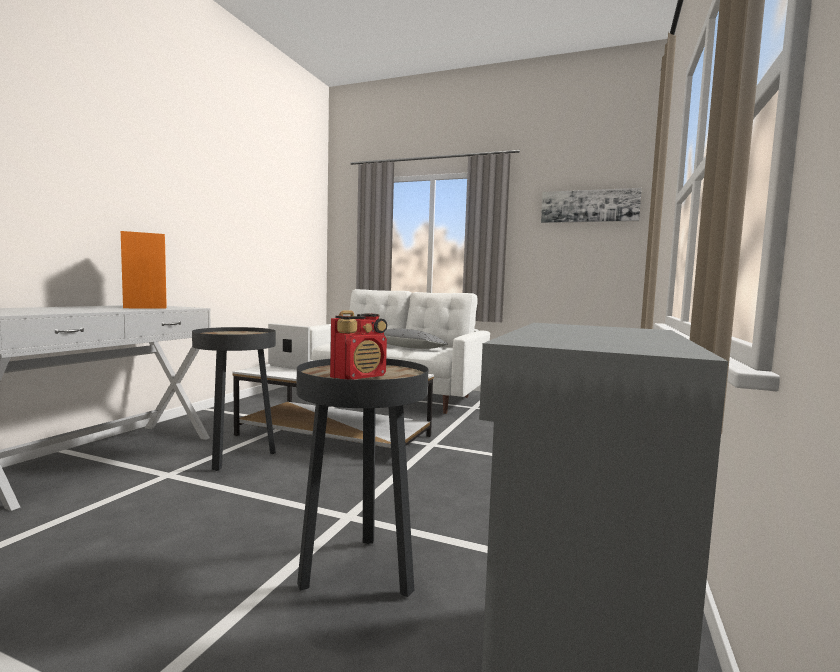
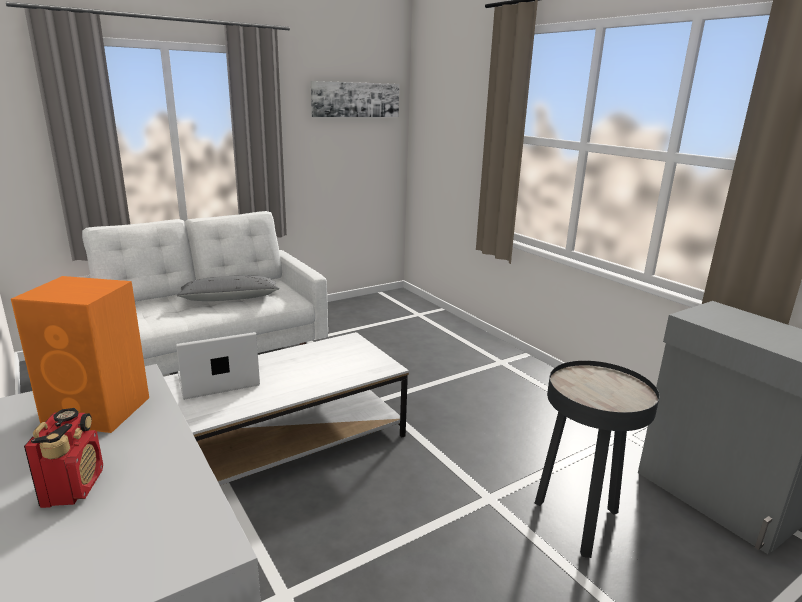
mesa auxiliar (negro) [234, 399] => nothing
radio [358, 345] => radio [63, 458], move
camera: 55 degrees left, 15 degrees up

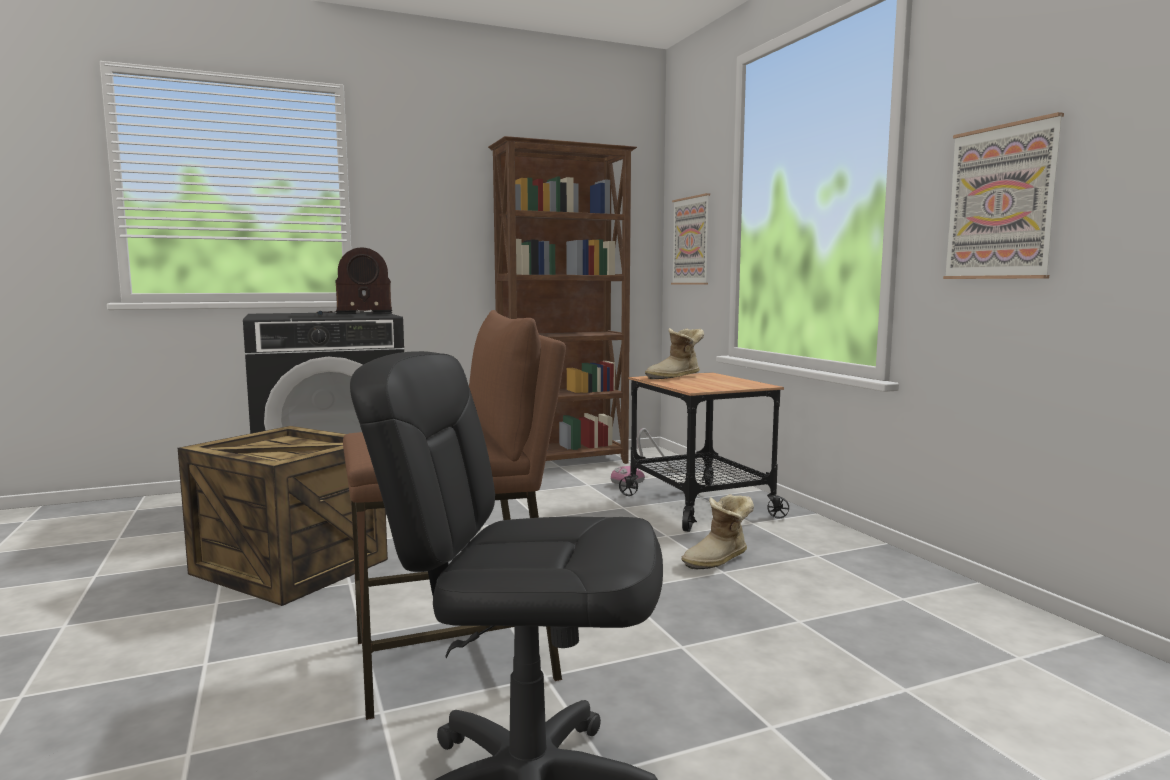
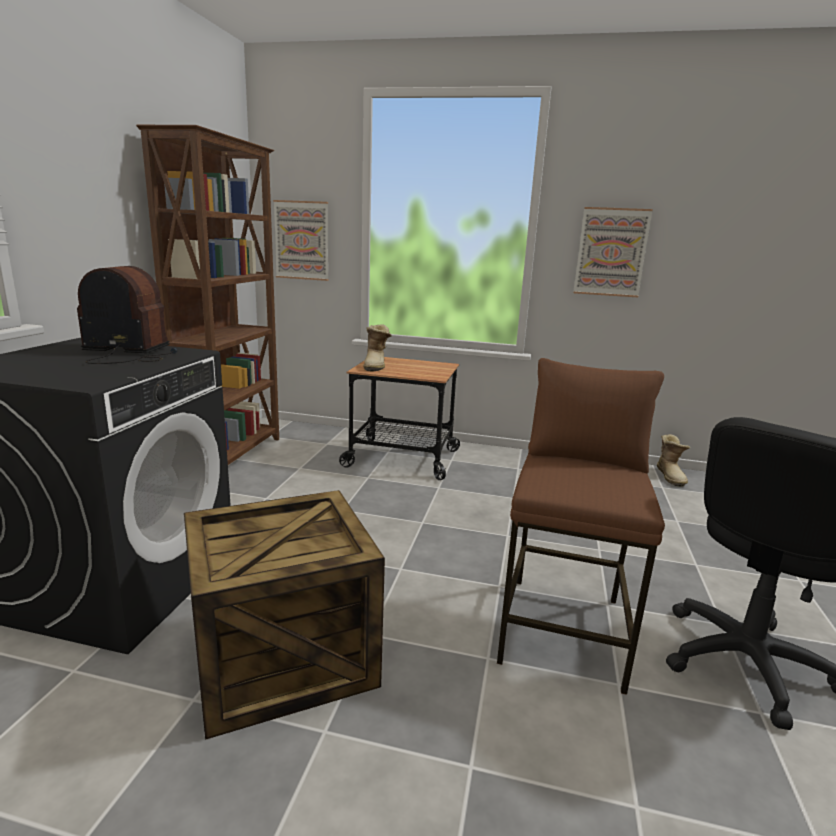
radio [354, 282] => radio [127, 315], 105 degrees counterclockwise
aspiradora [646, 456] => nothing
bota [717, 532] => bota [673, 460], move
camera: 55 degrees left, 10 degrees up

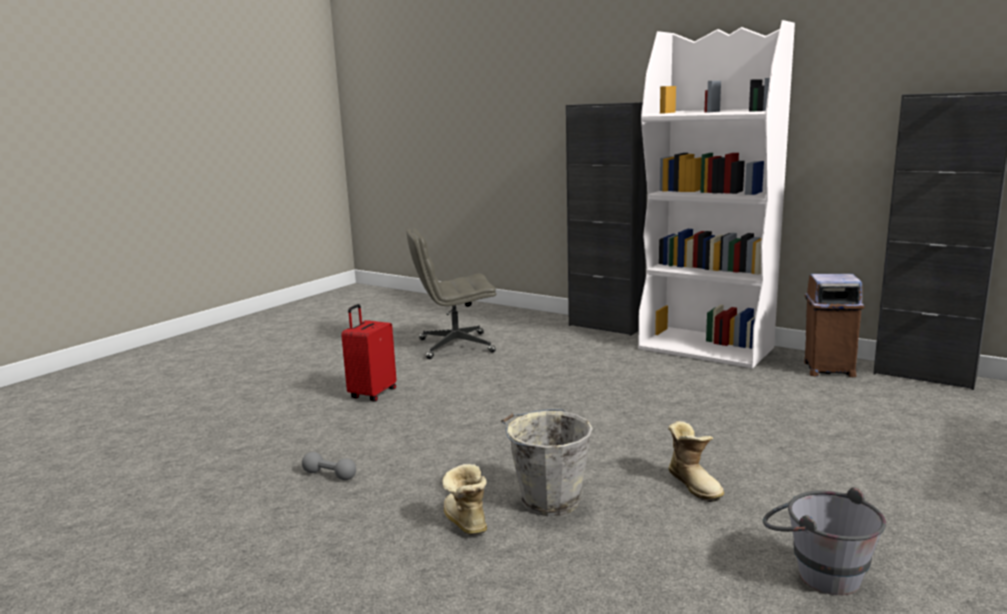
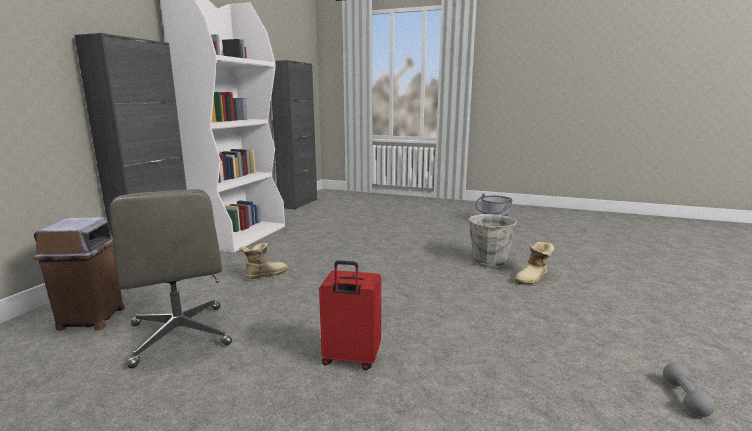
mancuerna (gris) [329, 466] => mancuerna (gris) [689, 390], move
bota [696, 461] => bota [263, 261], move
papelera (marrón) [834, 325] => papelera (marrón) [79, 274], move
camera: 105 degrees left, 0 degrees up

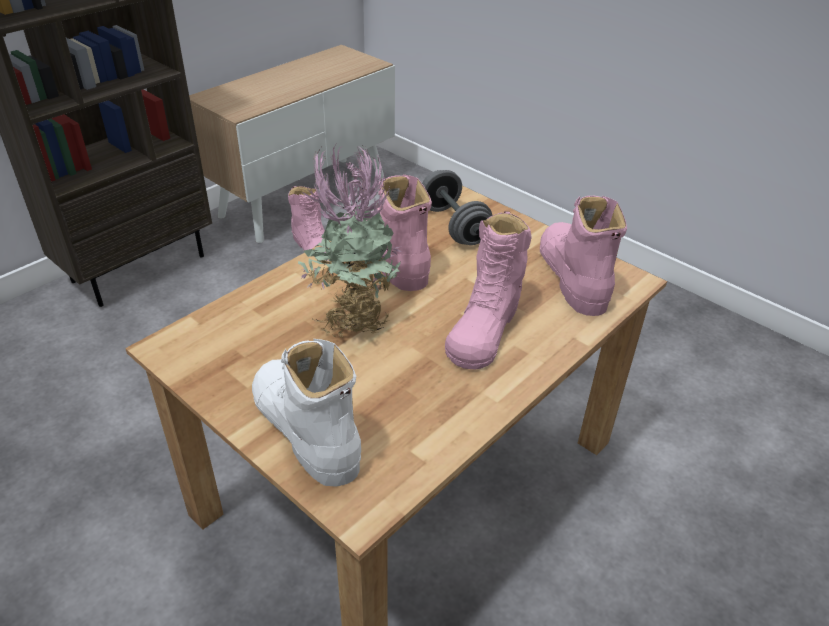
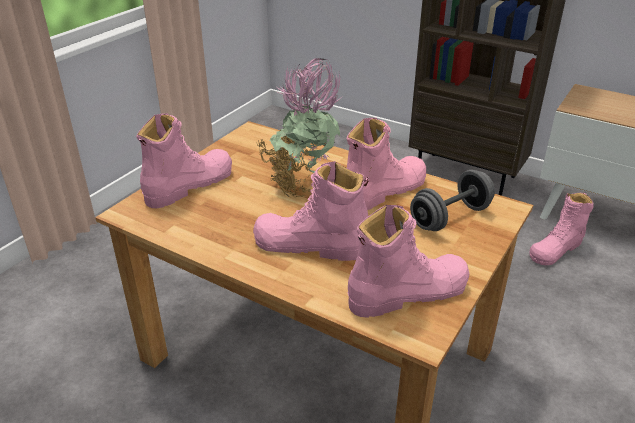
bota (blanco) [306, 413] => bota (rosa) [184, 160]
camera: 80 degrees right, 5 degrees down

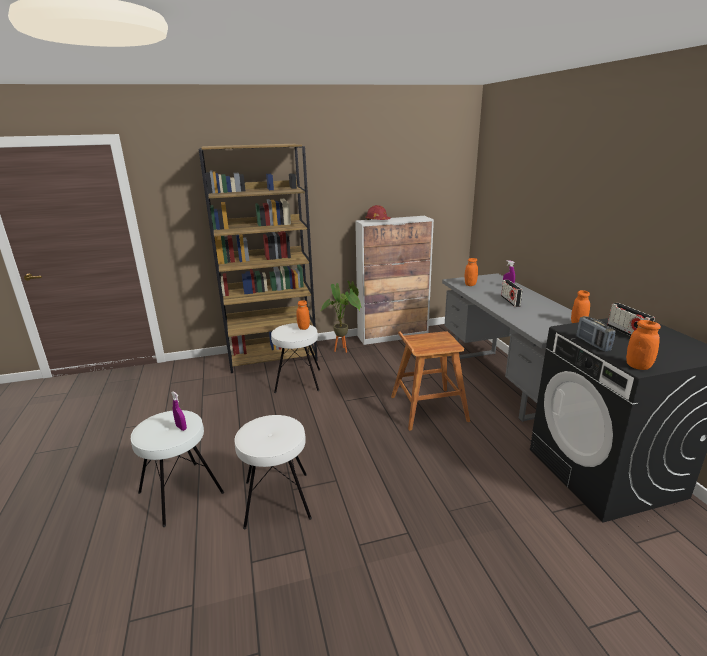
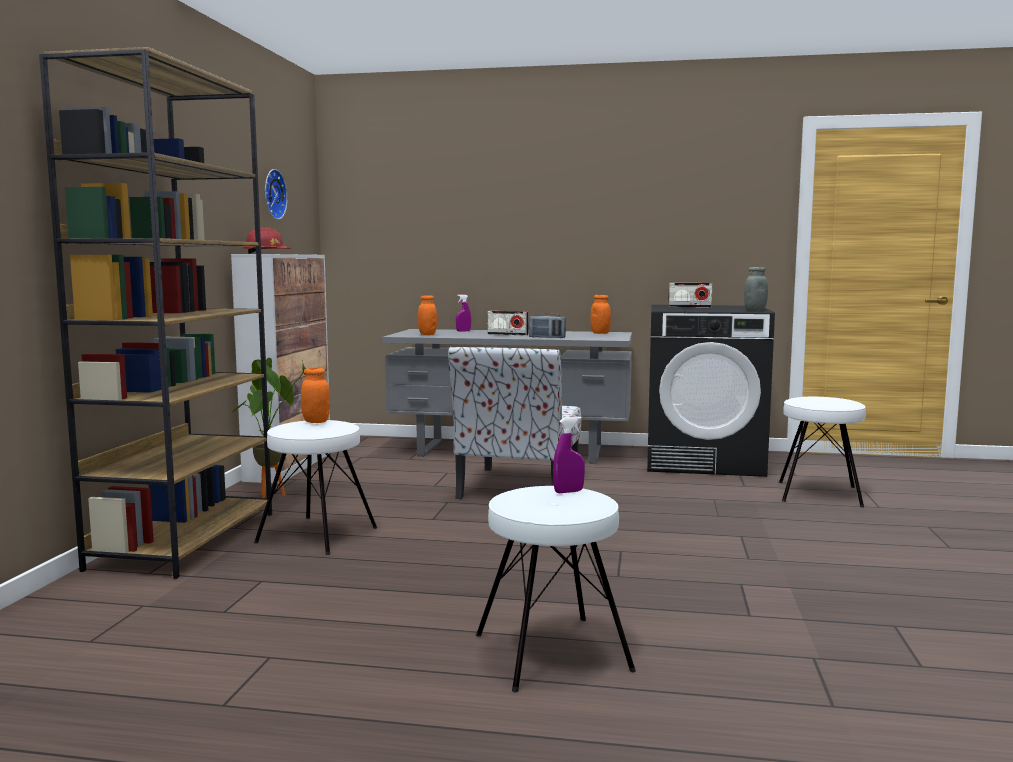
taburete (blanco) [273, 472] => taburete (blanco) [822, 452], move
taburete (marrón) [430, 381] => silla [514, 423]
radio [596, 334] => radio [547, 325], move
tarro (naranja) [643, 345] => tarro (gris) [756, 289]
nothing => reloj de pared [276, 194]
camera: 65 degrees left, 15 degrees down

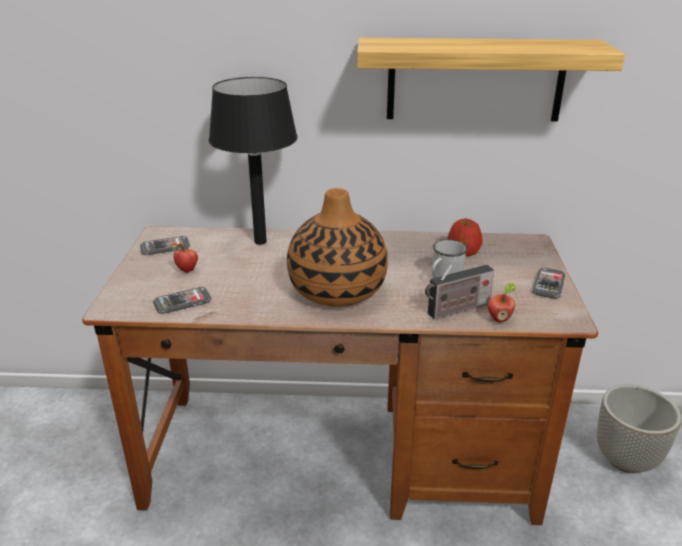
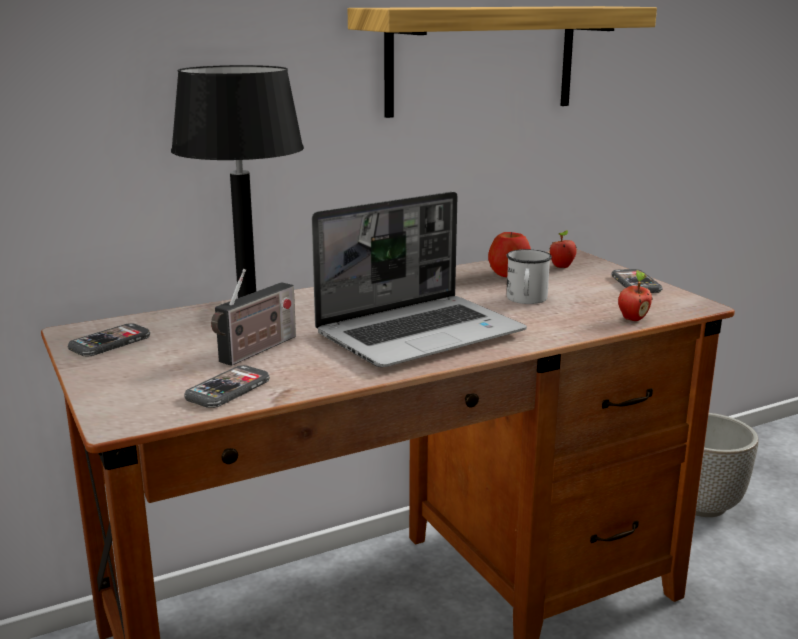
manzana [185, 258] => manzana [563, 249], move
florero [337, 247] => portátil [419, 279]
radio [459, 288] => radio [253, 317], move
camera: 30 degrees left, 10 degrees down

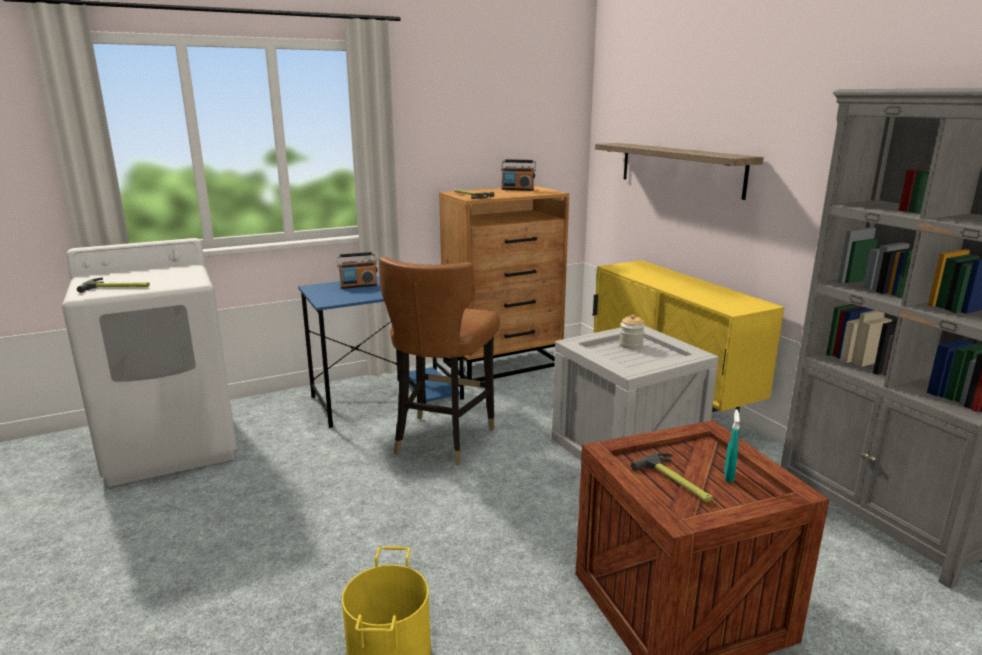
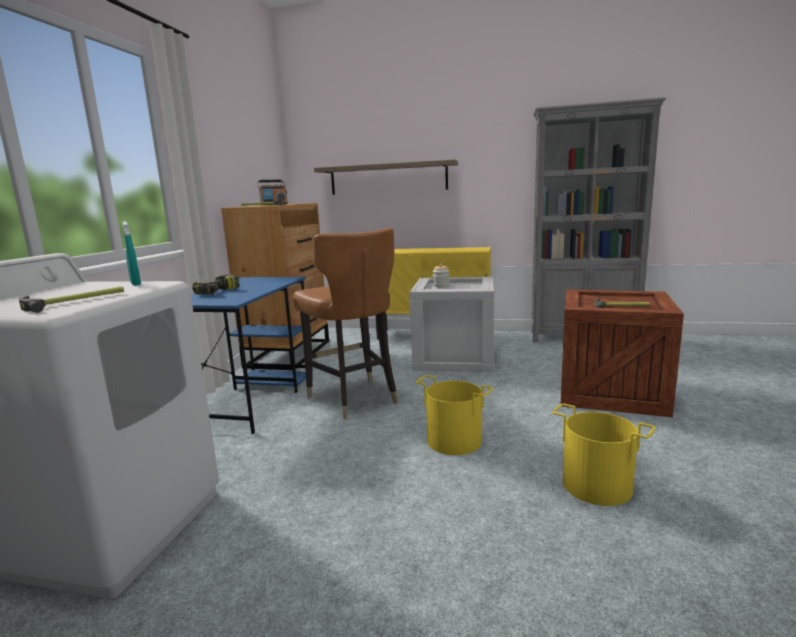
radio [356, 270] => taladro [216, 284]
pulverizador (turquesa) [732, 445] => pulverizador (turquesa) [131, 253], move
nothing => cubo (amarillo) [454, 415]
camera: 50 degrees left, 5 degrees down

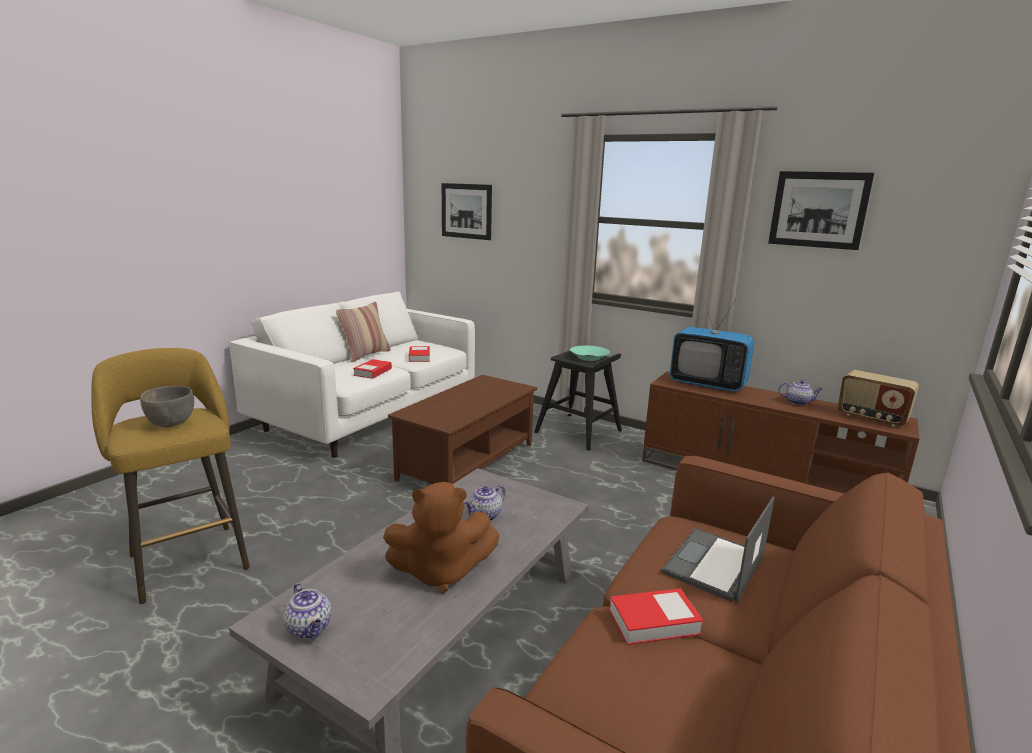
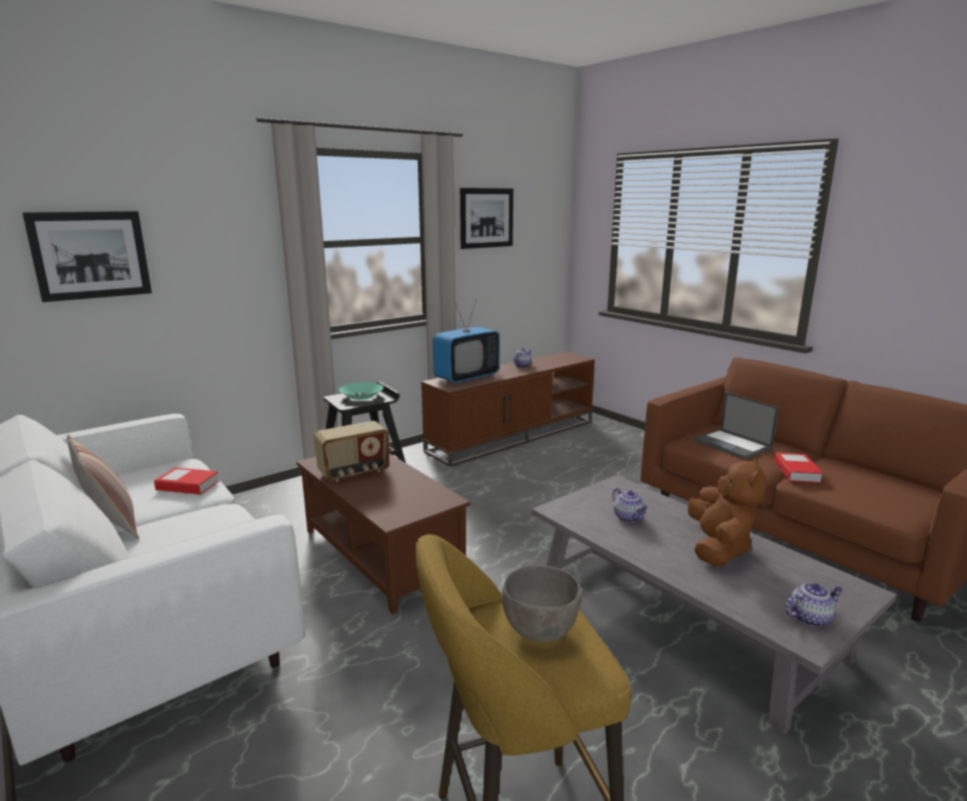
libro [372, 369] => nothing
radio [878, 398] => radio [351, 451], move
camera: 70 degrees left, 0 degrees up

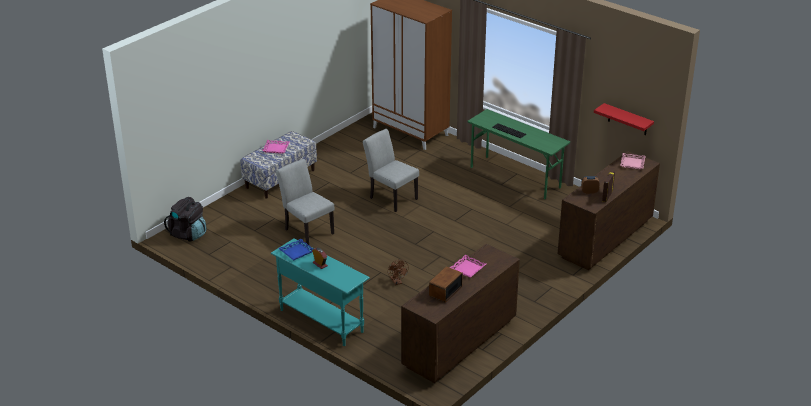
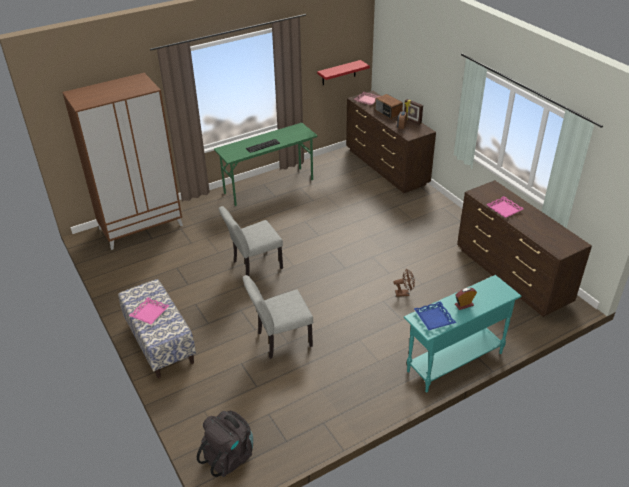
radio [446, 284] => radio [389, 106], move
camera: 70 degrees left, 5 degrees up

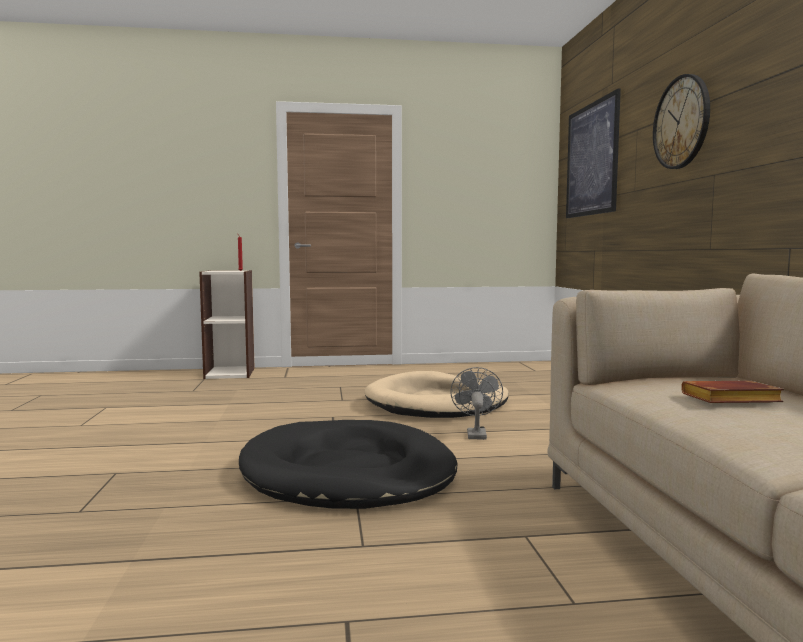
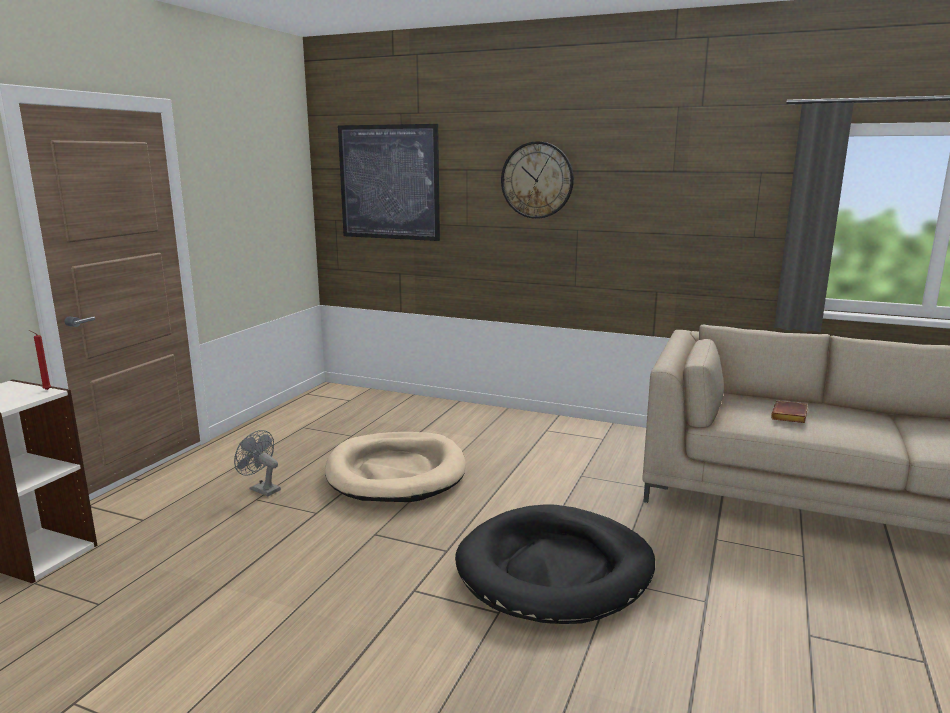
ventilador (gris) [476, 403] => ventilador (gris) [257, 463], move
camera: 60 degrees left, 10 degrees up

